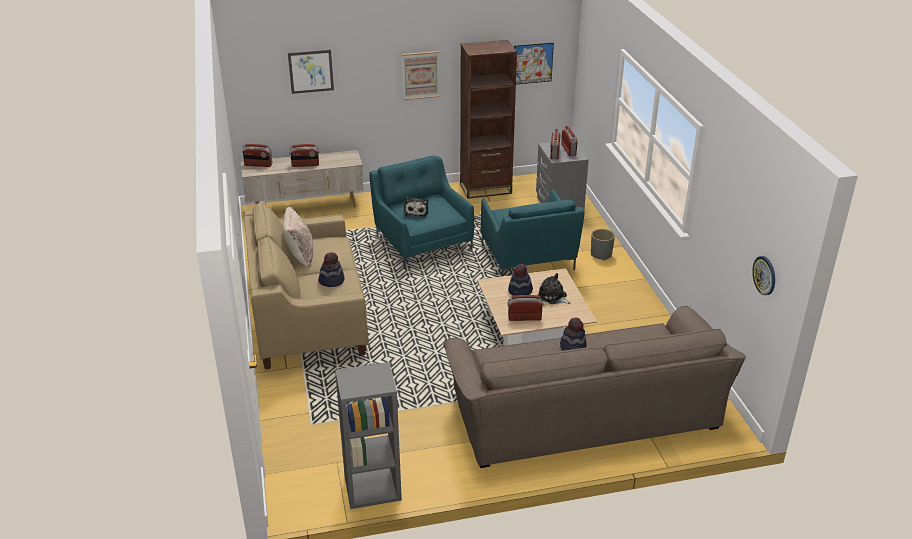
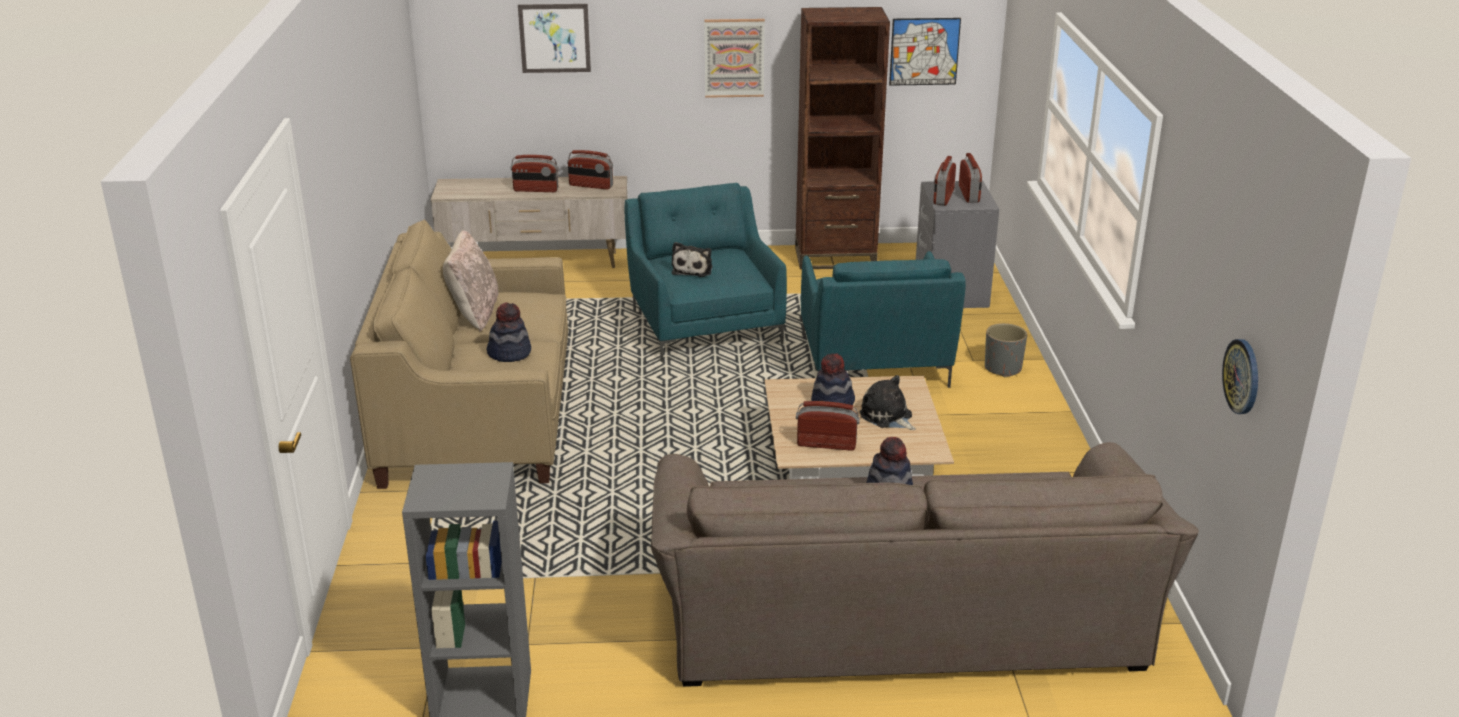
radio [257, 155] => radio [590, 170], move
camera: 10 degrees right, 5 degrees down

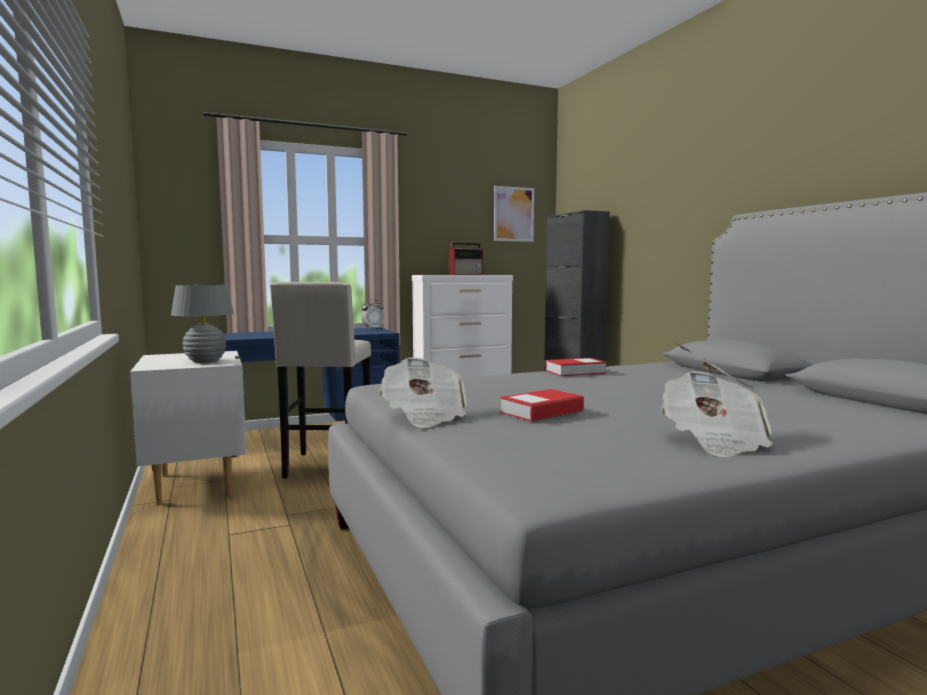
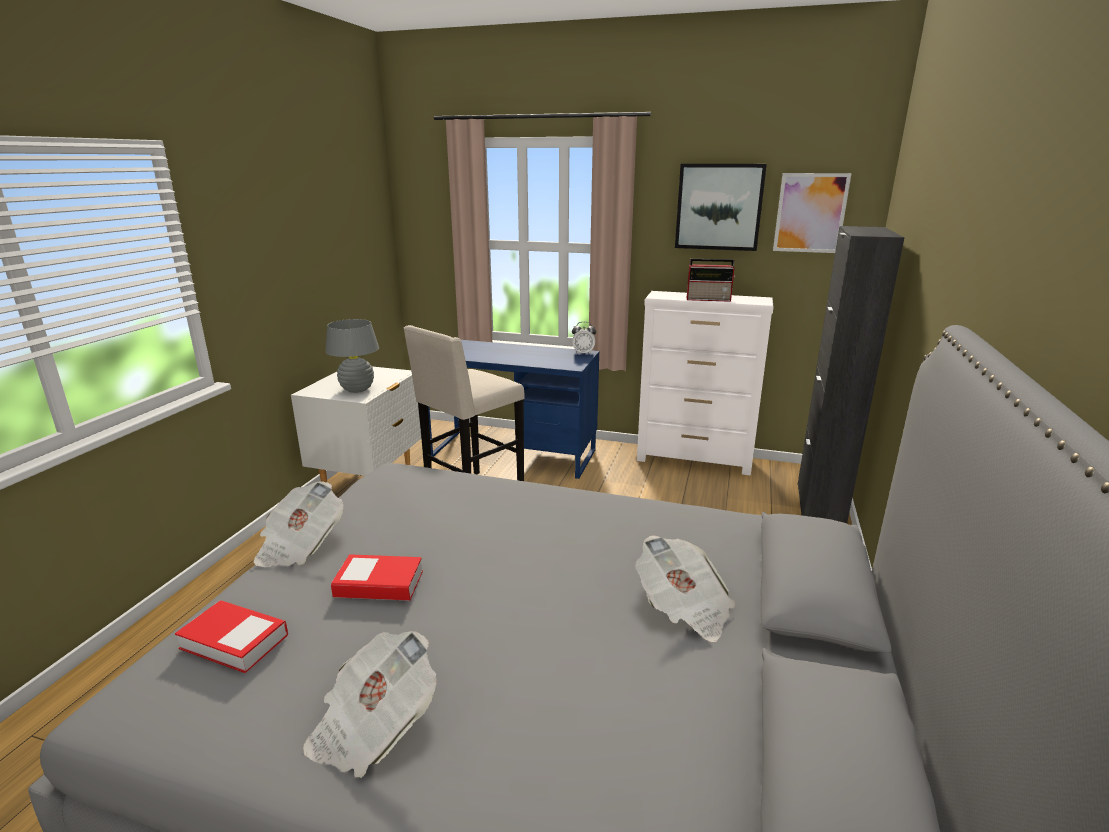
libro [576, 367] => libro [231, 636], move
nothing => cuadro [721, 207]
camera: 40 degrees right, 15 degrees up

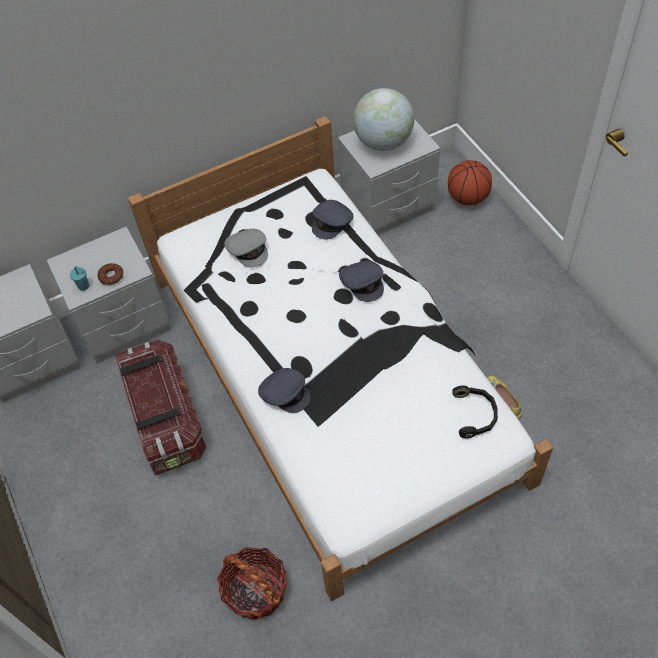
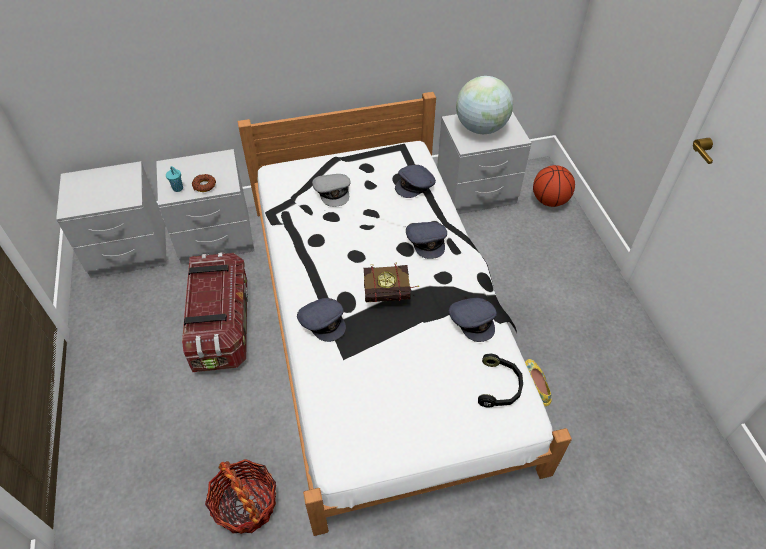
nothing => libro [391, 282]
nothing => gorra (gris) [473, 320]
camera: 10 degrees right, 5 degrees down

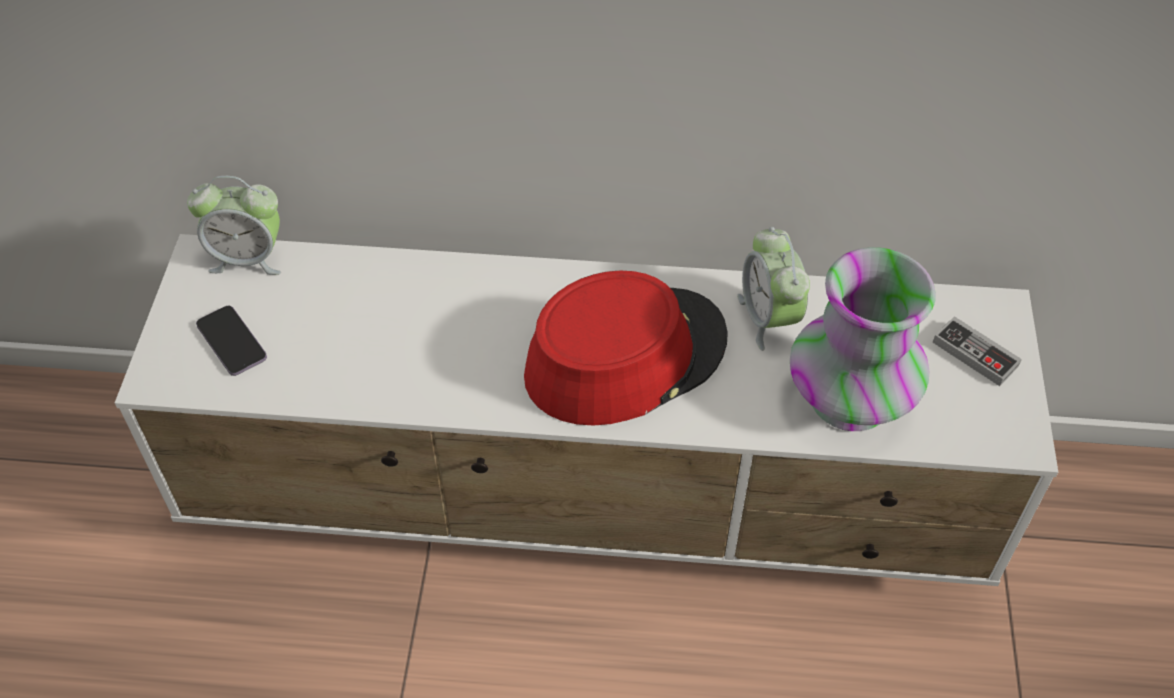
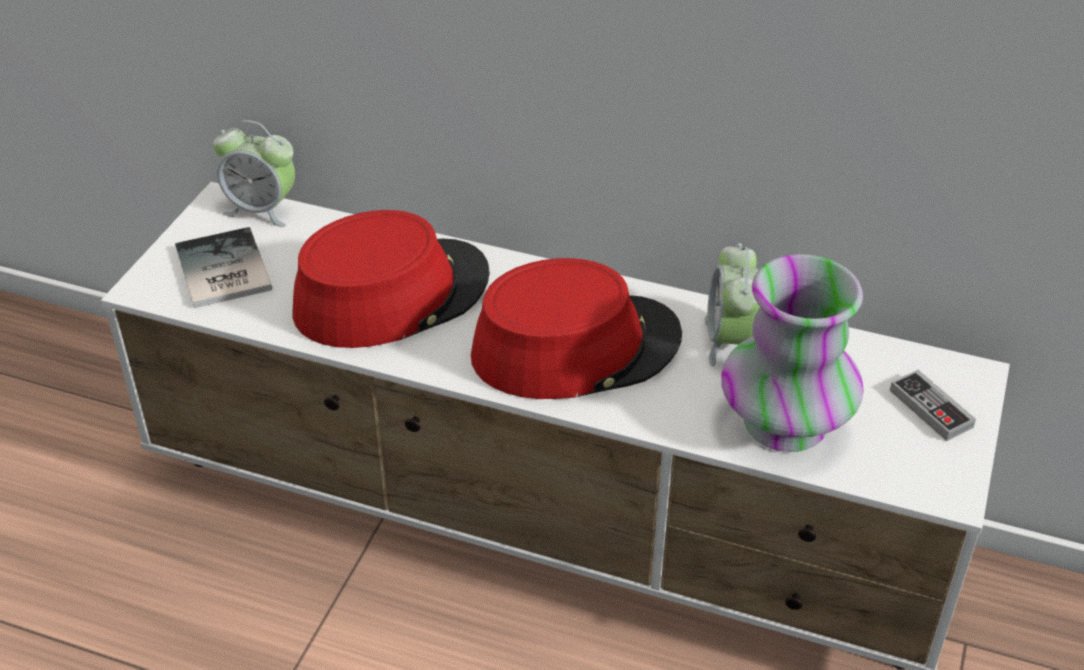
móvil [231, 341] => libro [223, 267]
nothing => sombrero (rojo) [391, 279]
camera: 15 degrees right, 10 degrees down

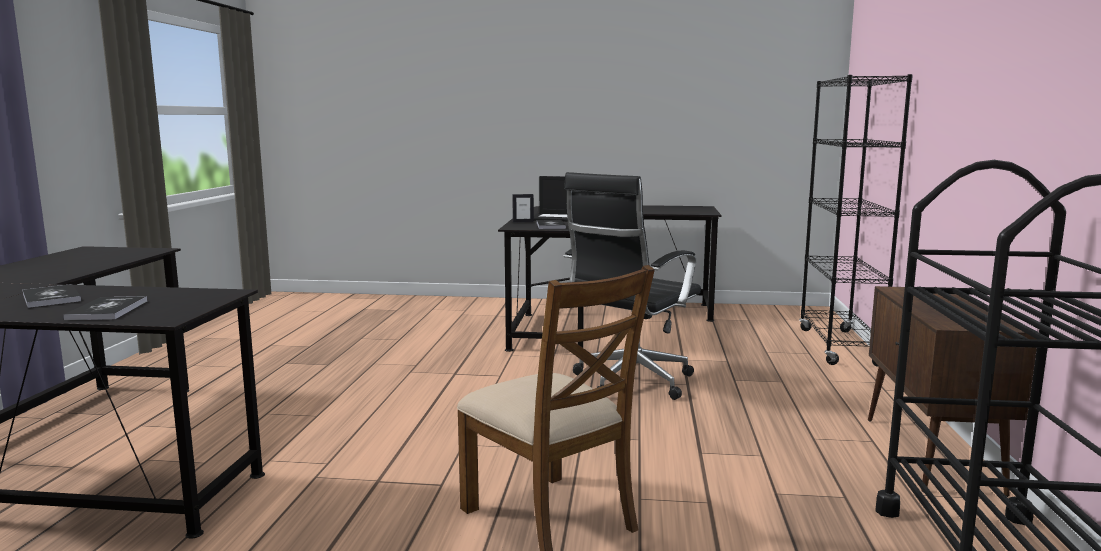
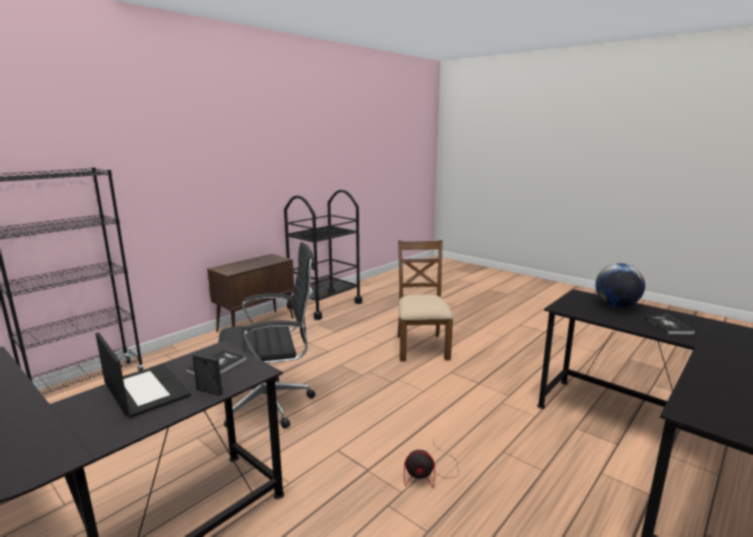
libro [105, 308] => globo terráqueo [620, 285]
nothing => ventilador [431, 465]
camera: 145 degrees left, 5 degrees up

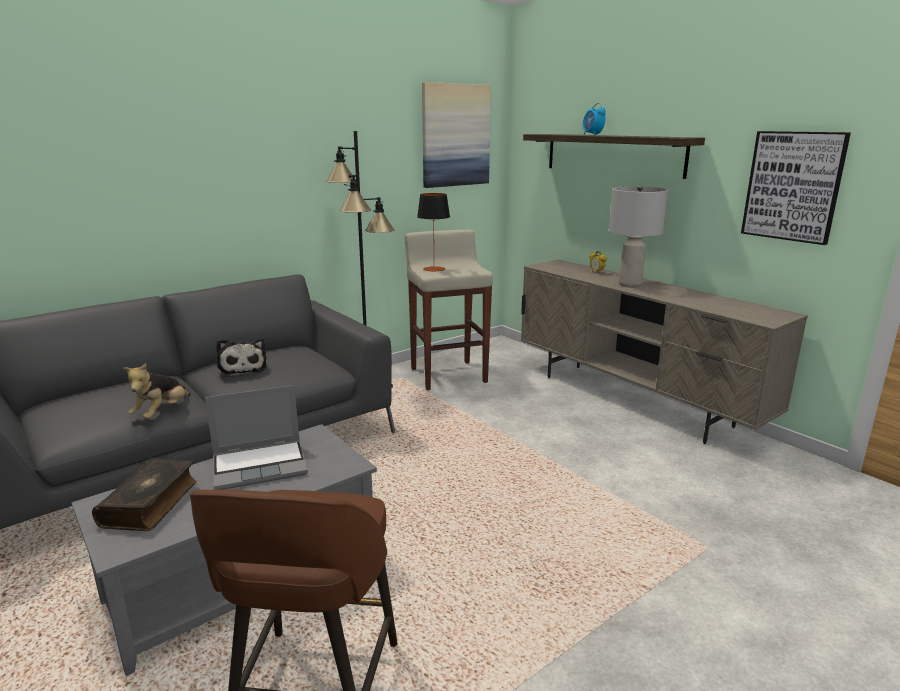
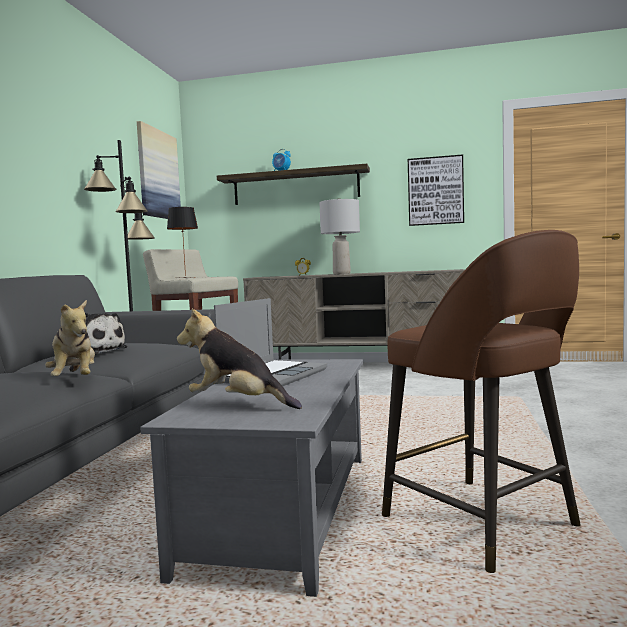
libro [144, 494] => peluche [239, 358]
camera: 40 degrees left, 15 degrees down

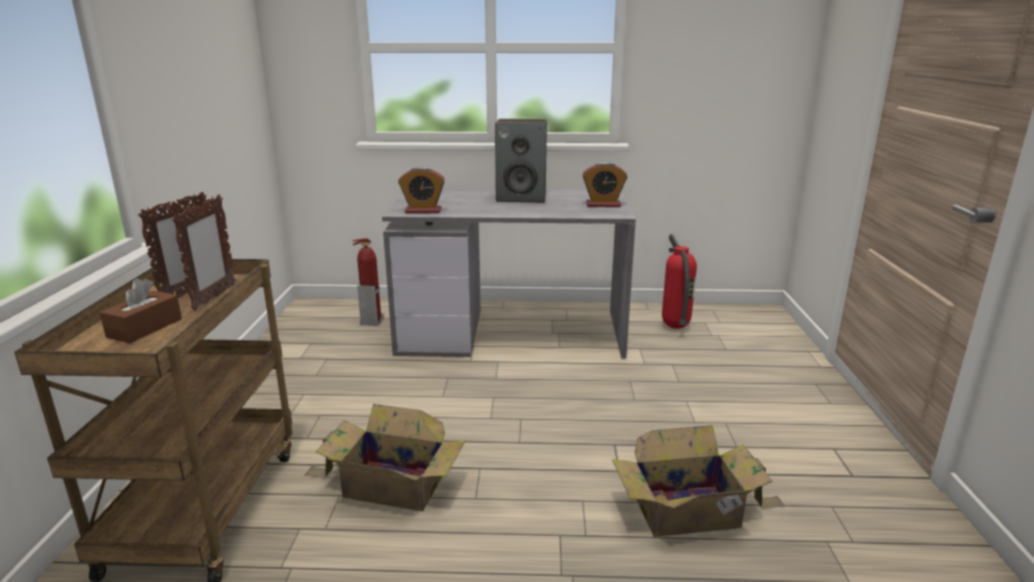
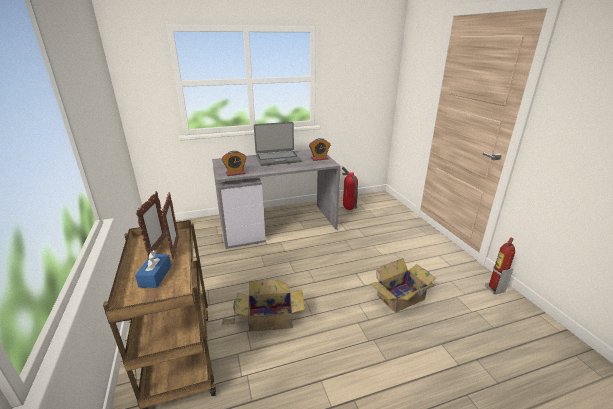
caja de pañuelos (marrón) [141, 311] => caja de pañuelos (azul) [153, 269]
extintor [368, 282] => extintor [500, 265], move
altavoz [521, 161] => portátil [277, 144]
camera: 20 degrees left, 5 degrees up

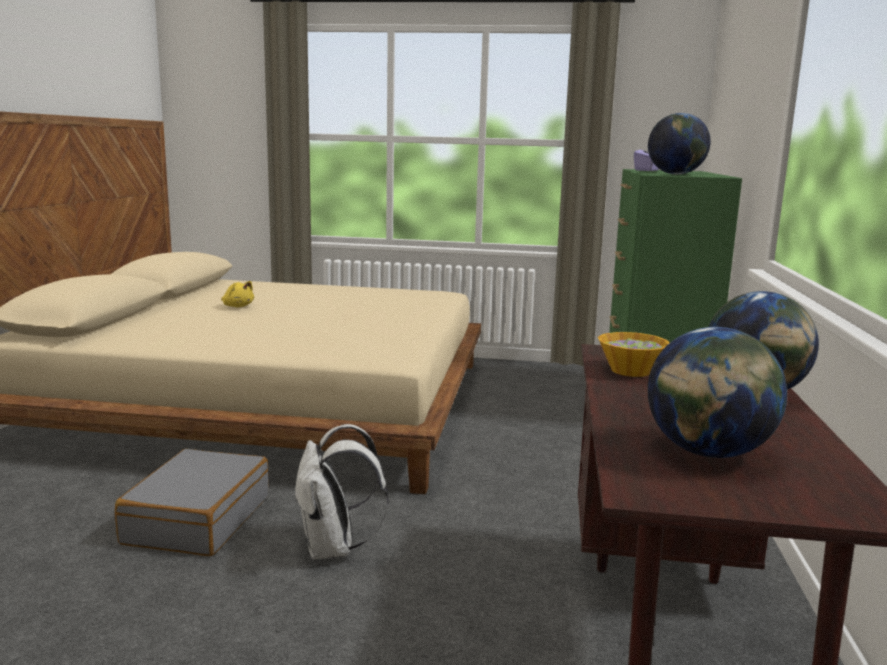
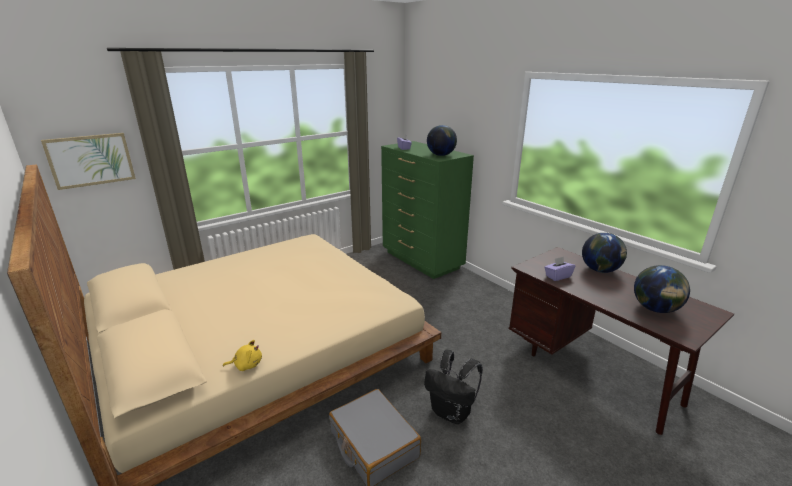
peluche (amarillo) [237, 294] => peluche (amarillo) [242, 355], move
mochila (blanco) [341, 491] => mochila (negro) [453, 387]
cuenco [634, 354] => caja de pañuelos (morado) [559, 269]
nothing => cuadro [88, 161]
camera: 45 degrees left, 10 degrees up

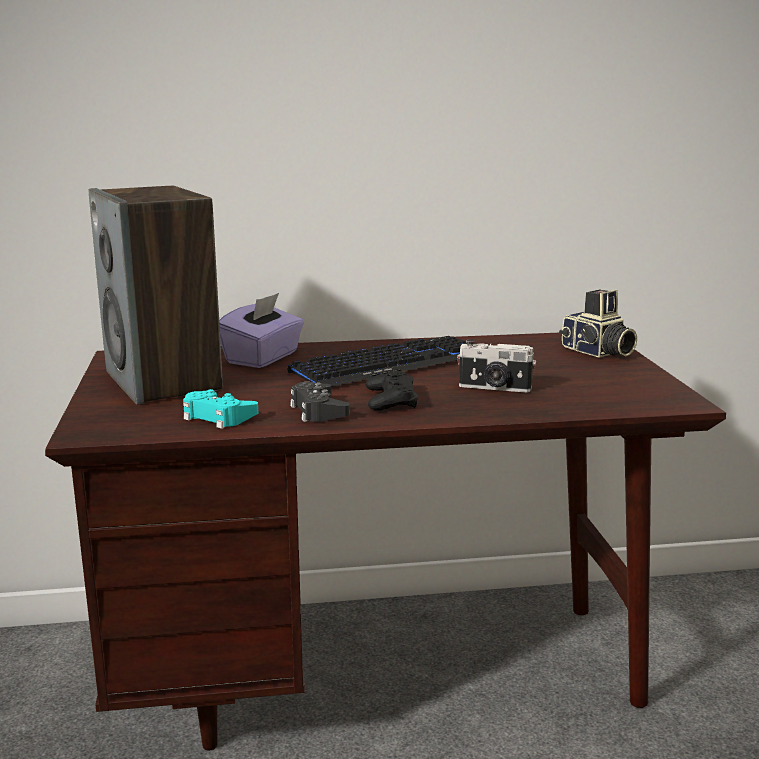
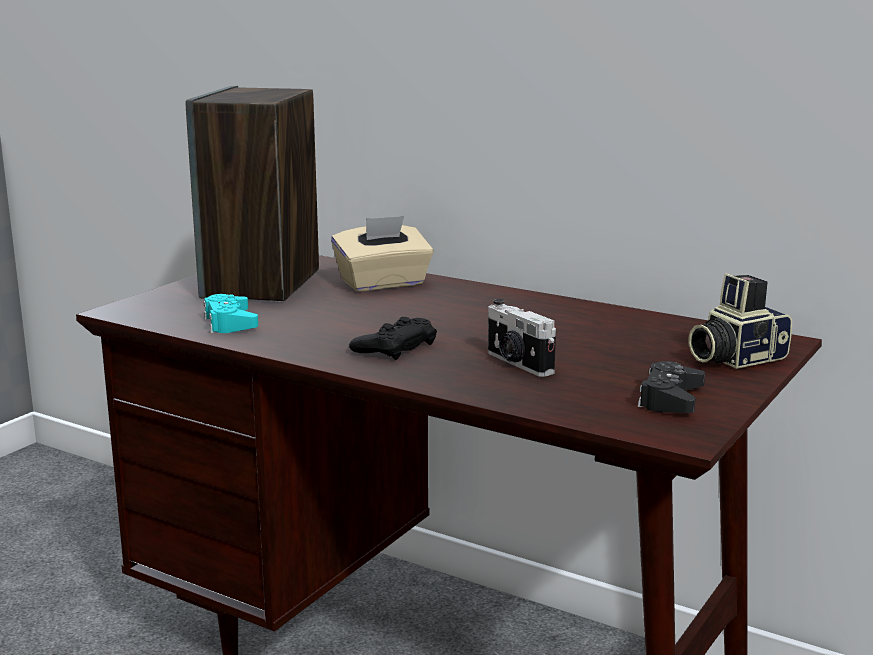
caja de pañuelos (morado) [261, 330] => caja de pañuelos (beis) [382, 253]
teclado [377, 361] => nothing
mando de consola (negro) [320, 402] => mando de consola (negro) [671, 387], move
cámara [598, 324] => cámara [740, 321], 60 degrees clockwise
camera: 40 degrees right, 0 degrees up

